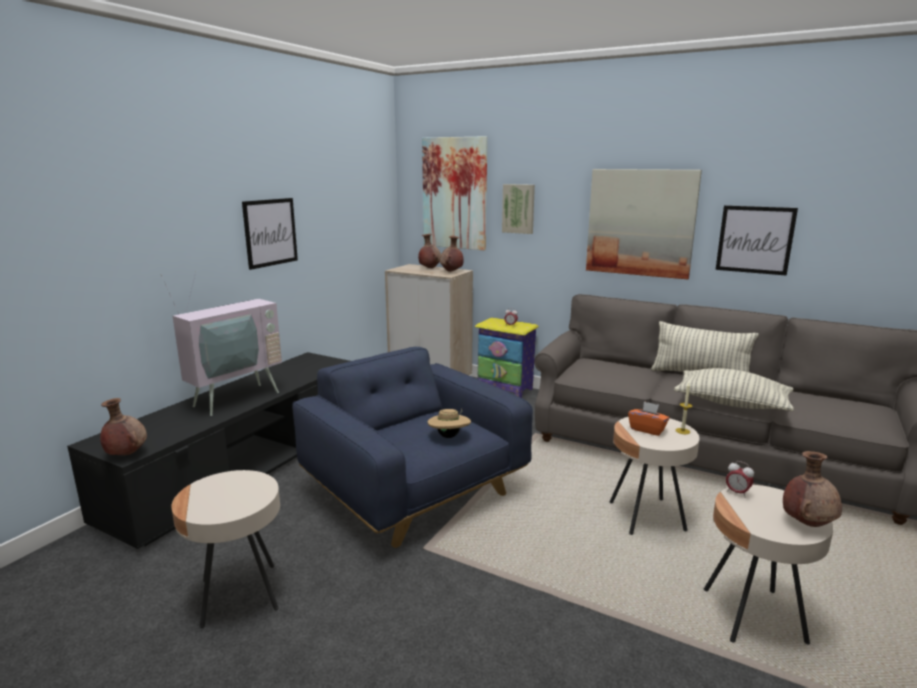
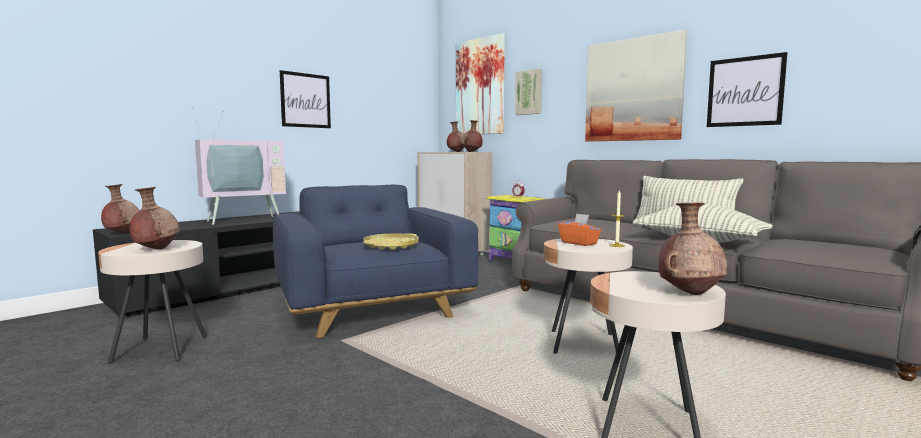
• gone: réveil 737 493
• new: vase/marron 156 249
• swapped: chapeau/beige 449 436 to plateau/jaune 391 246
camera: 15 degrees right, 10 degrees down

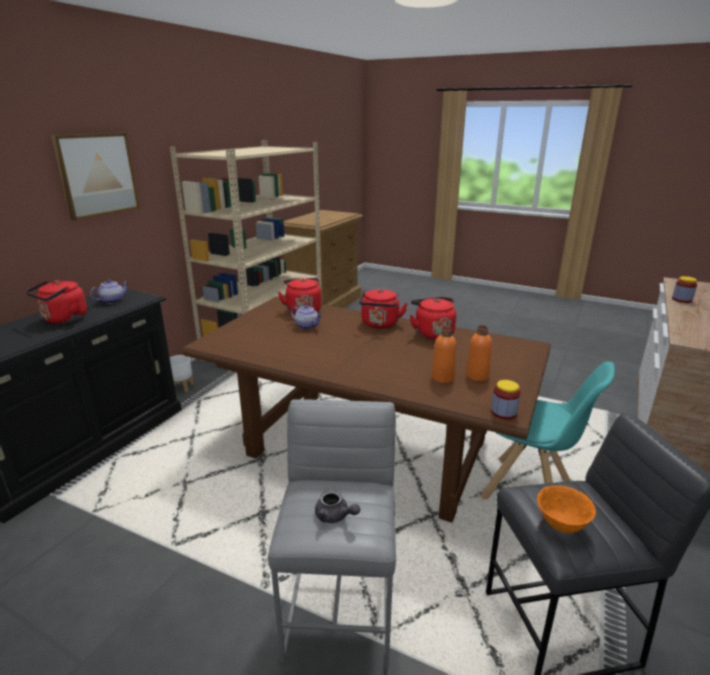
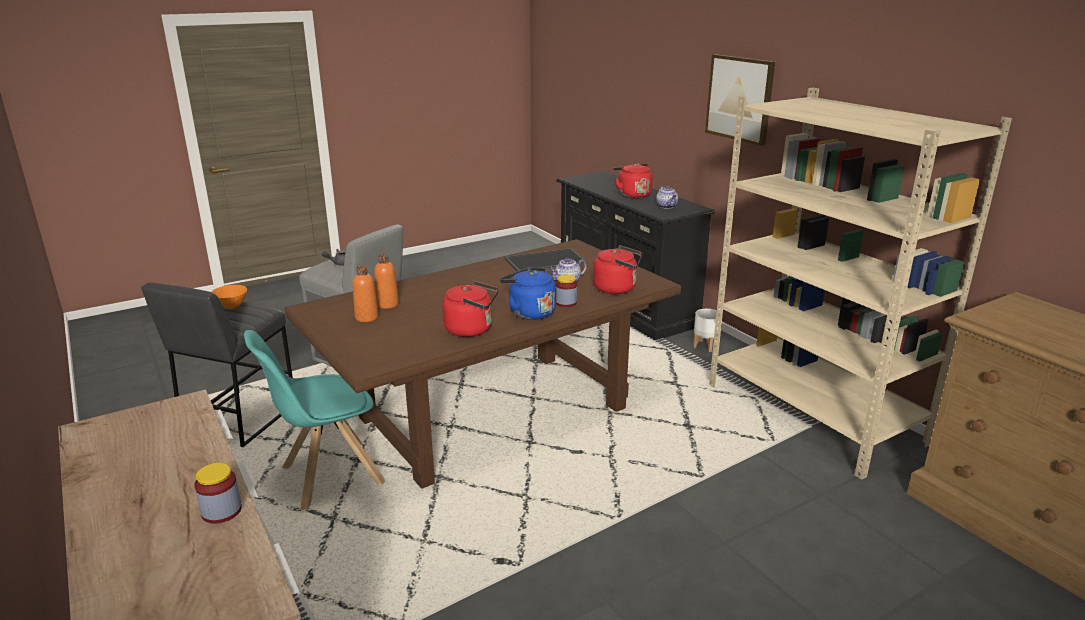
• new: plateau 545 262
• shifted: bocal 504 412 to 566 303
• repainted: bouilloire/rouge 380 324 to bouilloire/bleu 529 312
camera: 120 degrees right, 0 degrees up

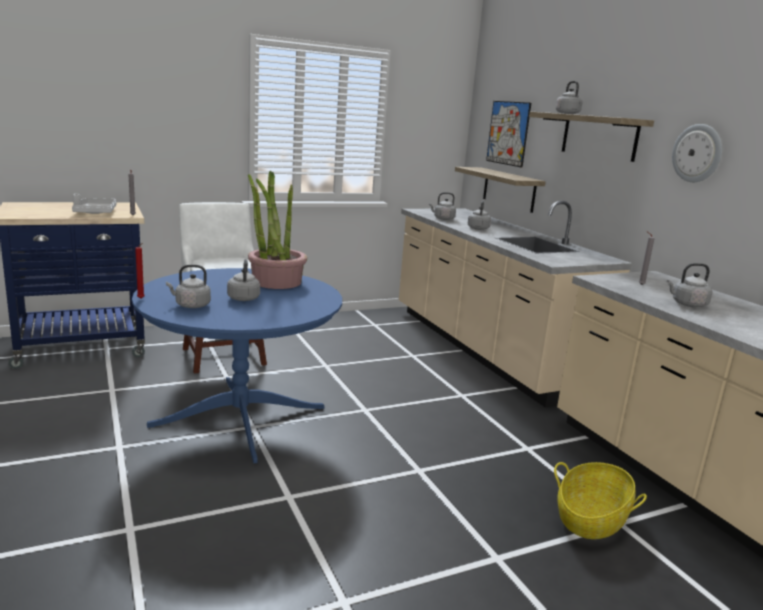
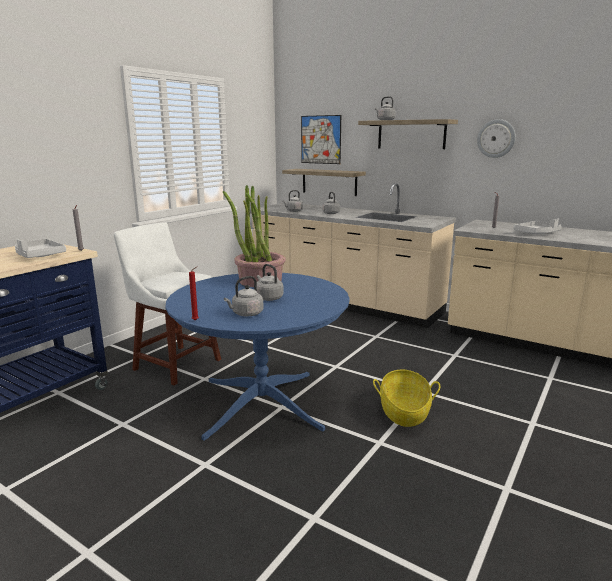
• shifted: panier 591 519 to 404 412
• swapped: bouilloire/gris 687 304 to plateau/gris 536 233
camera: 30 degrees left, 0 degrees up

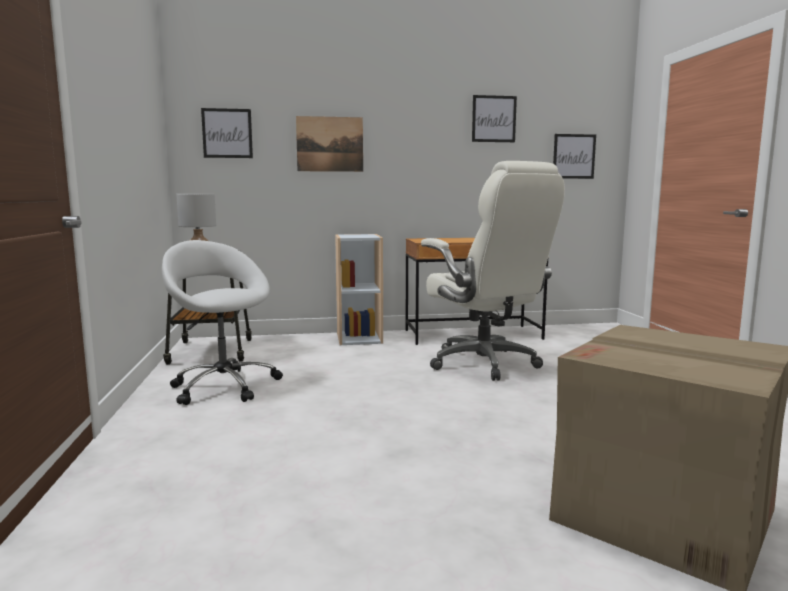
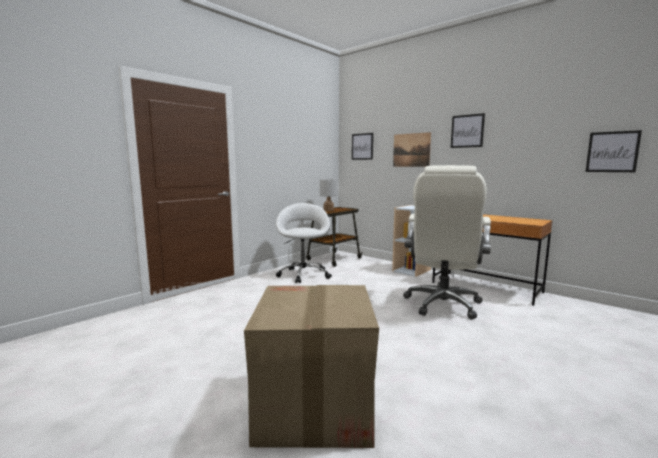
• shifted: tableau 493 119 to 467 131
camera: 50 degrees right, 0 degrees up

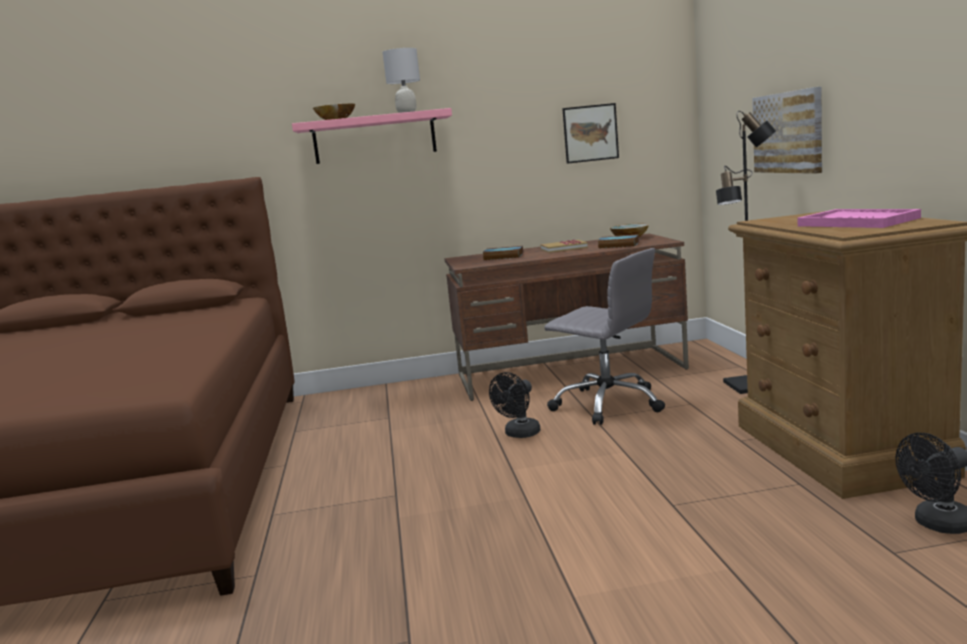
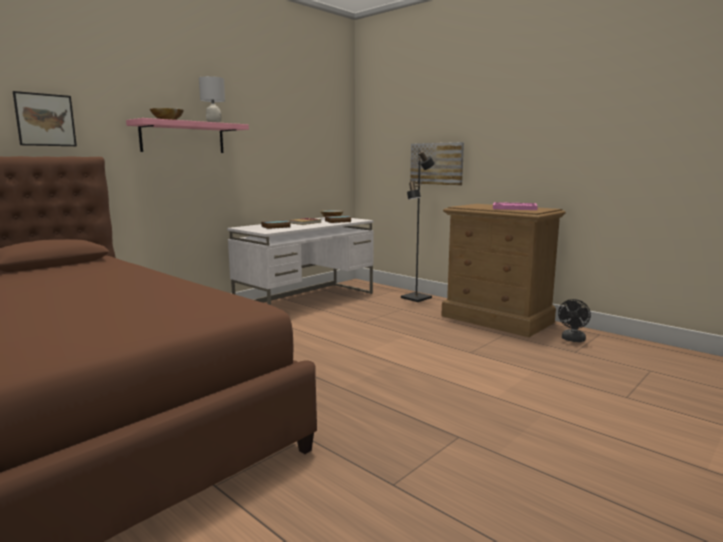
• gone: ventilateur/noir 519 434
• gone: chaise de bureau/gris 608 404
• shifted: tableau 590 133 to 45 120
• repainted: bureau/marron 570 372 to bureau/blanc 307 301
camera: 40 degrees left, 0 degrees up

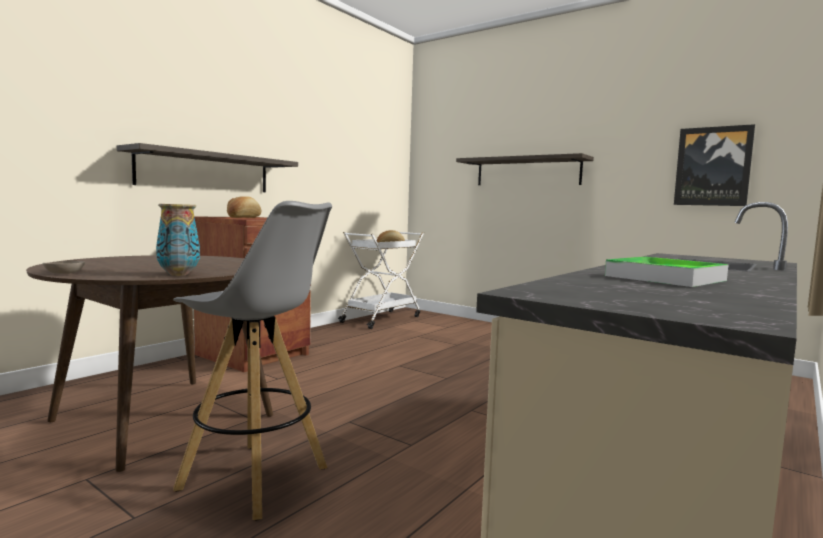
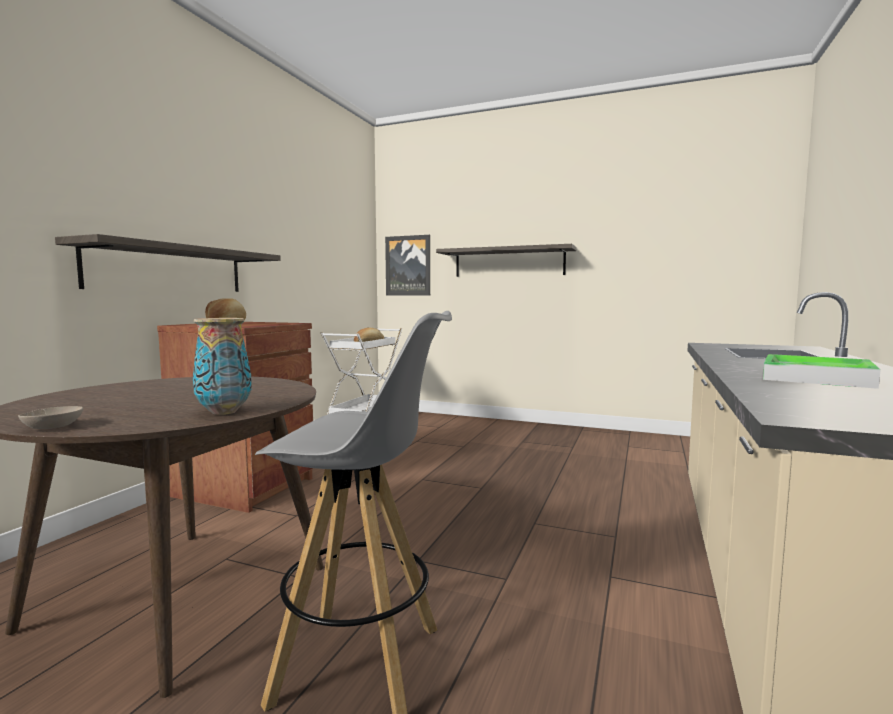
• shifted: tableau 712 166 to 408 266
camera: 15 degrees left, 0 degrees up

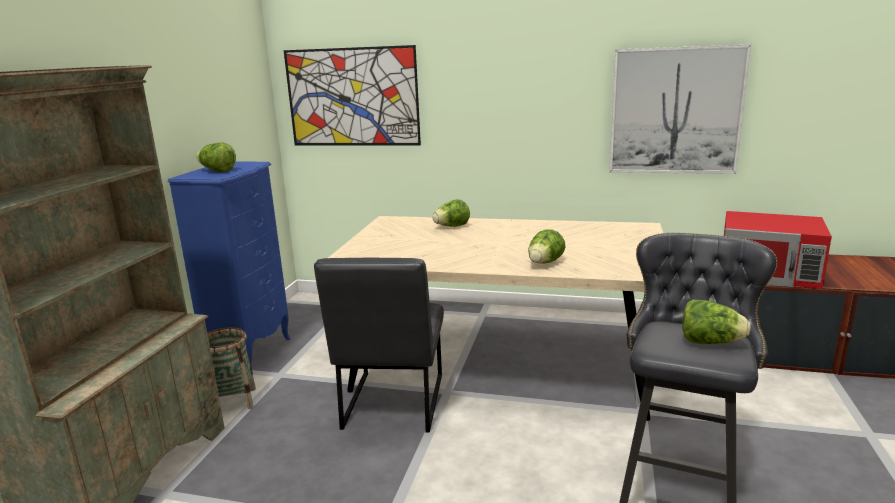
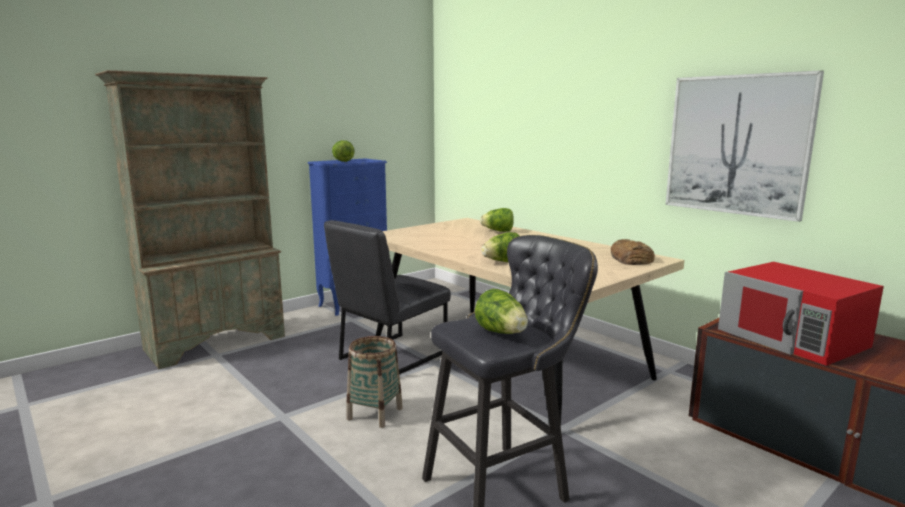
• gone: tableau 352 97
• new: pain 631 259
• shifted: panier 233 401 to 375 413
camera: 35 degrees right, 5 degrees down

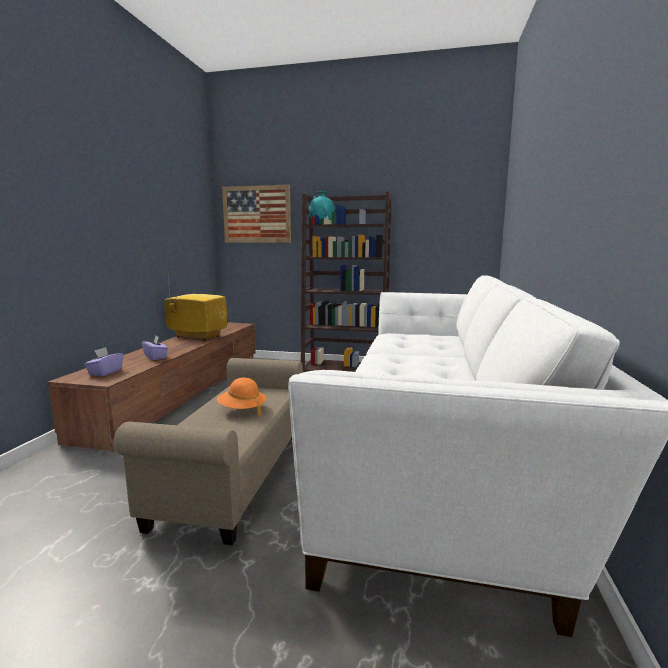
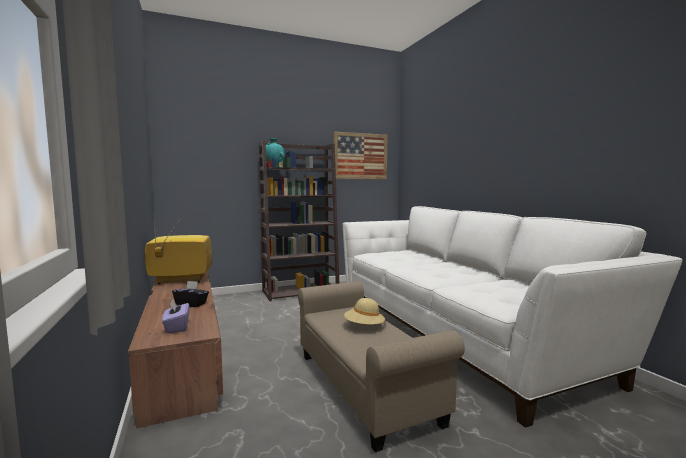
• shifted: tableau 256 214 to 360 156
• repainted: boîte à mouchoirs/violet 156 357 to boîte à mouchoirs/noir 191 304
• repainted: chapeau/orange 242 410 to chapeau/beige 364 326
camera: 35 degrees left, 5 degrees down

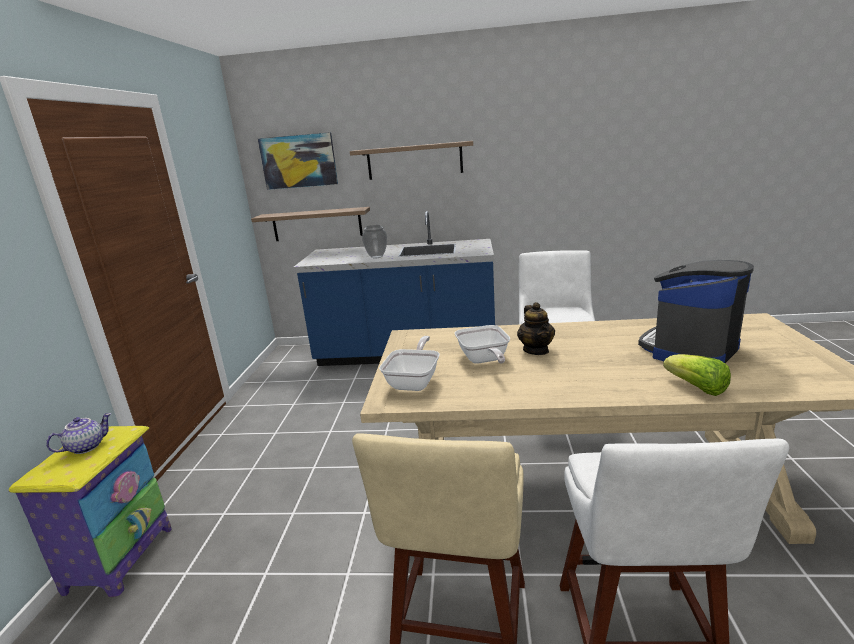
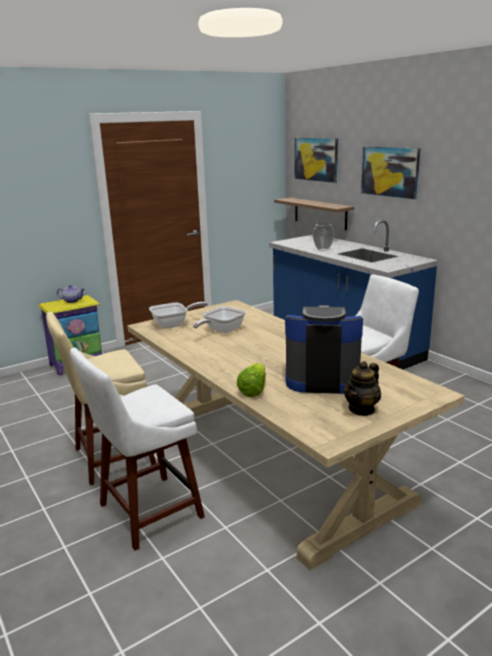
• shifted: théière 536 350 to 362 409
• swapped: étagère 414 161 to tableau 390 171
camera: 50 degrees right, 0 degrees up

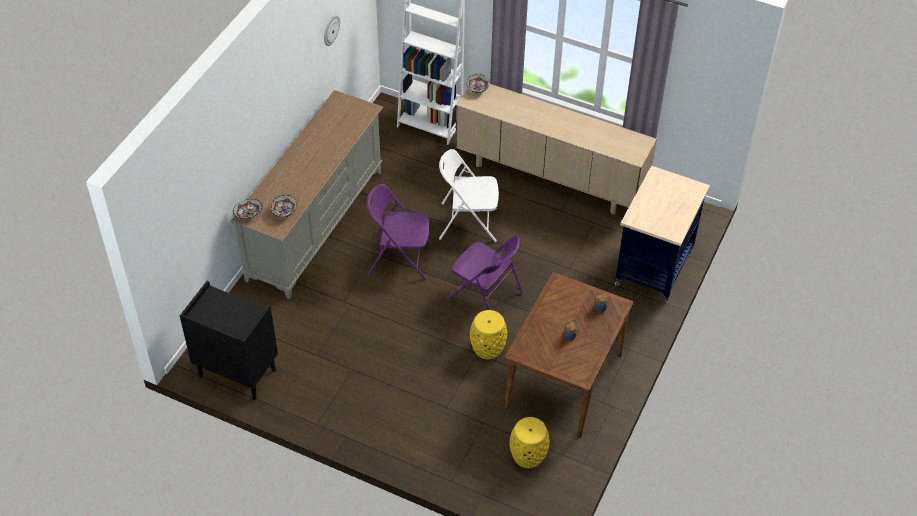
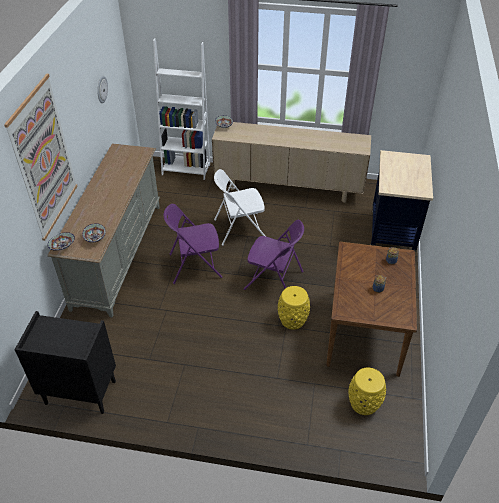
• new: tableau 44 159
camera: 15 degrees left, 5 degrees down

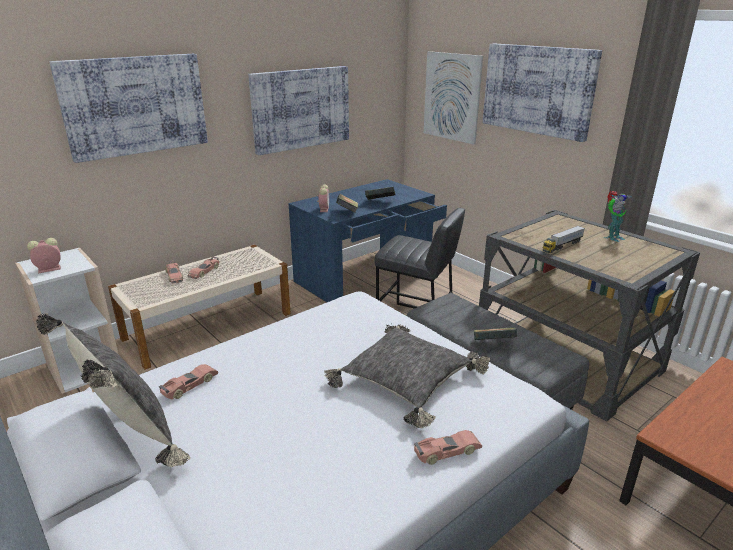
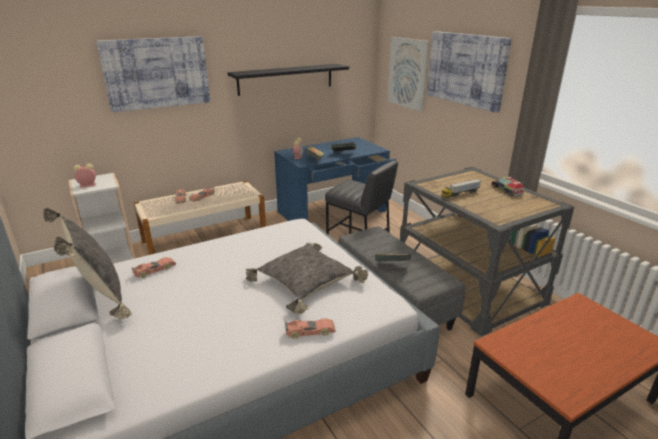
• swapped: tableau 300 108 to étagère/noir 286 79
• swapped: robot jouet 612 237 to camion jouet 506 190
camera: 10 degrees right, 0 degrees up

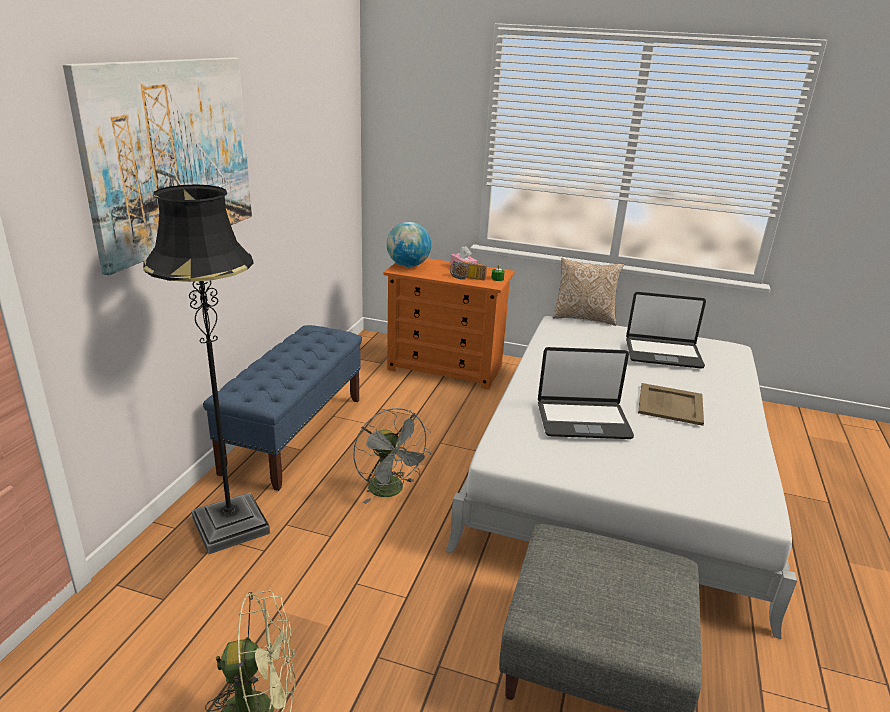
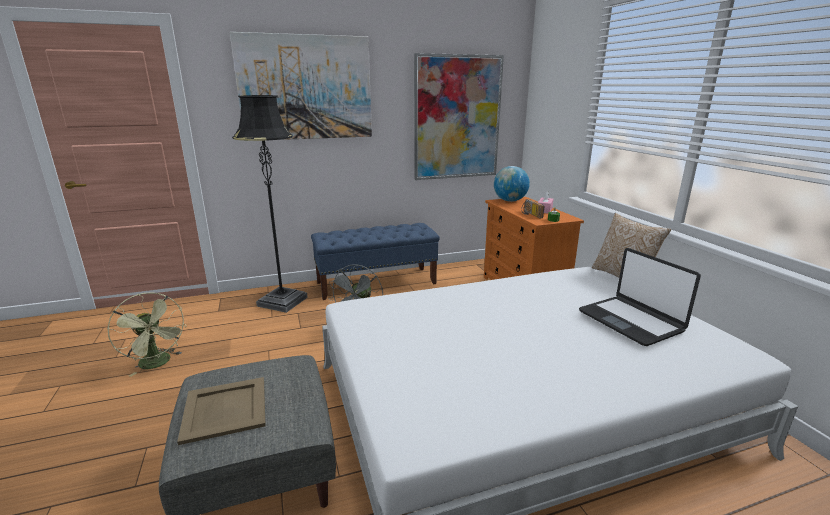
• gone: ordinateur portable 583 420
• new: tableau 457 118
• shifted: plateau/beige 670 404 to 226 408
camera: 55 degrees right, 5 degrees down

